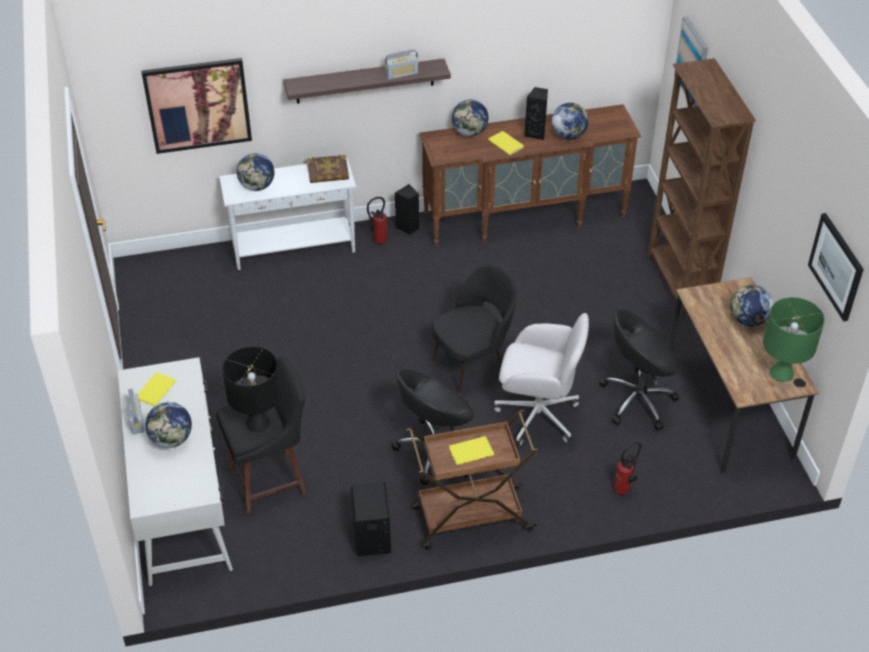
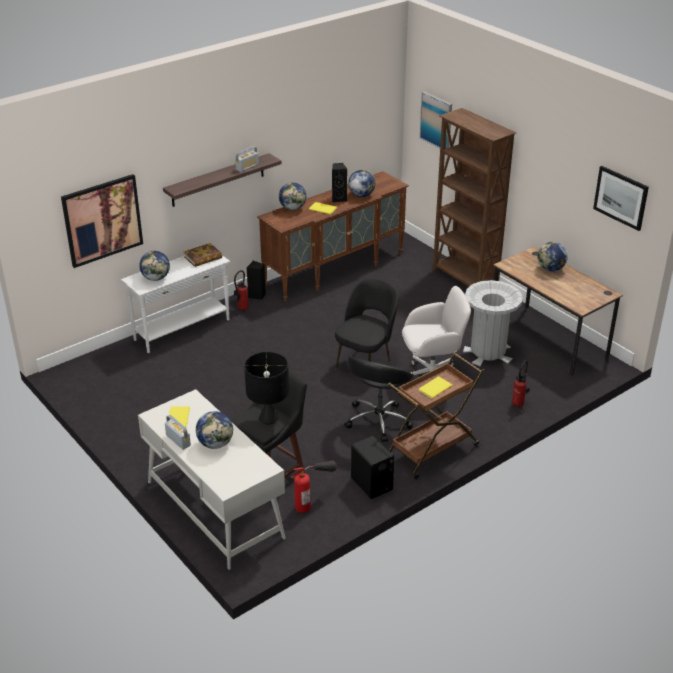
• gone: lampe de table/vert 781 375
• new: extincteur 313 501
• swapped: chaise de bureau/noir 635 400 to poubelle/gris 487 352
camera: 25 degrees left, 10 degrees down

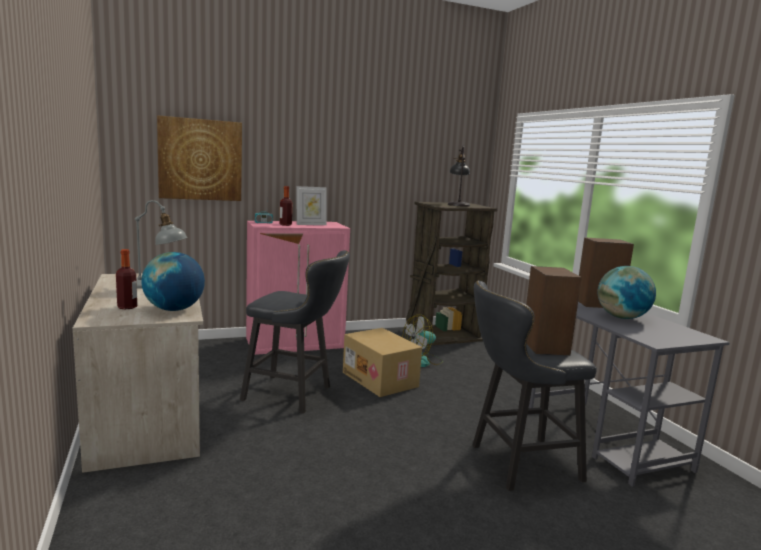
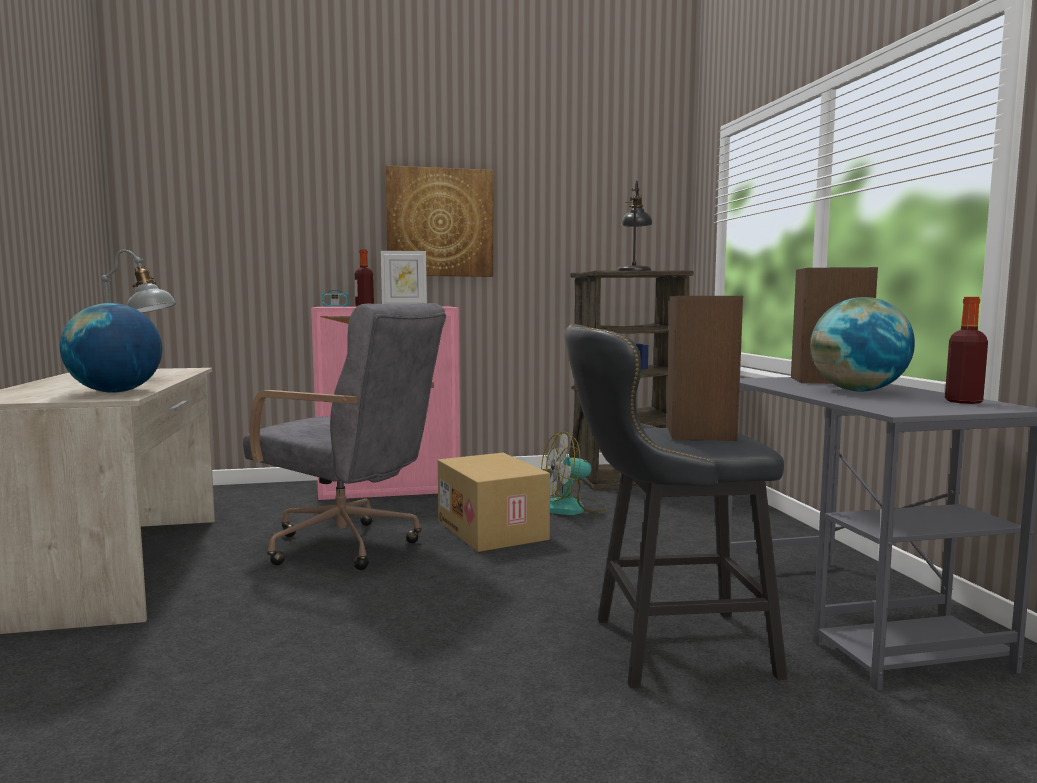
• shifted: bouteille 127 307 to 963 401
• shifted: tableau 200 159 to 440 222
• swapped: tabouret/gris 297 395 to chaise de bureau/gris 349 548
camera: 10 degrees right, 5 degrees down

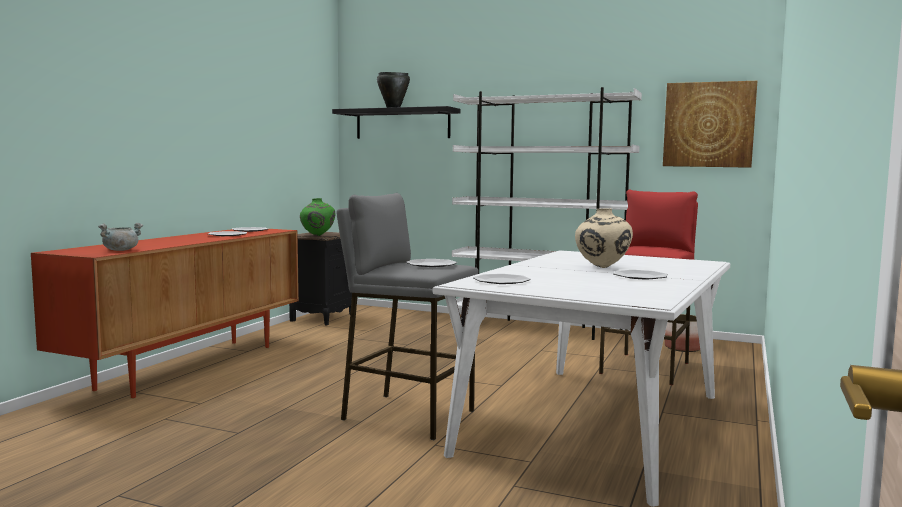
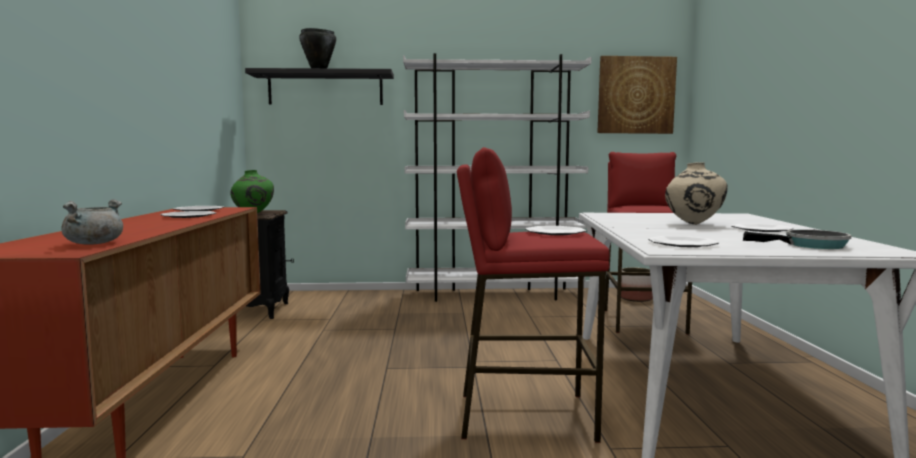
• new: poêle 811 245
• repainted: tabouret/gris 407 415 to tabouret/rouge 524 415
camera: 25 degrees left, 0 degrees up

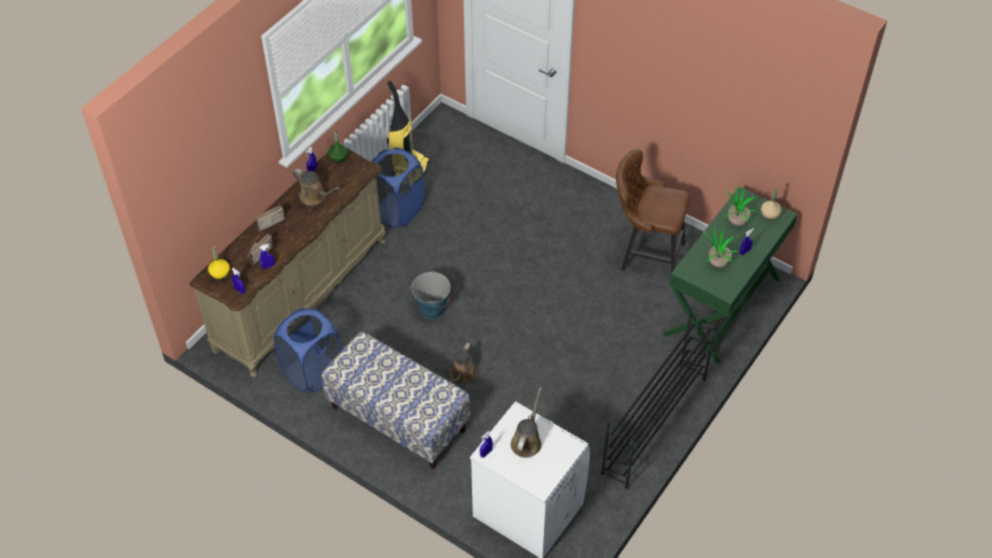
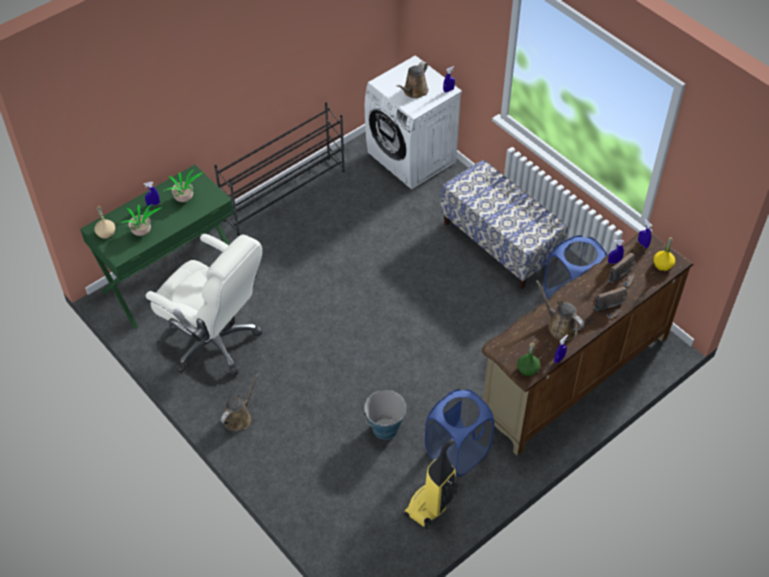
• shifted: seau 432 309 to 385 428
• shifted: arrosoir/marron 462 375 to 239 417
• swapped: tabouret/marron 644 254 to chaise de bureau/blanc 215 343
camera: 165 degrees left, 0 degrees up

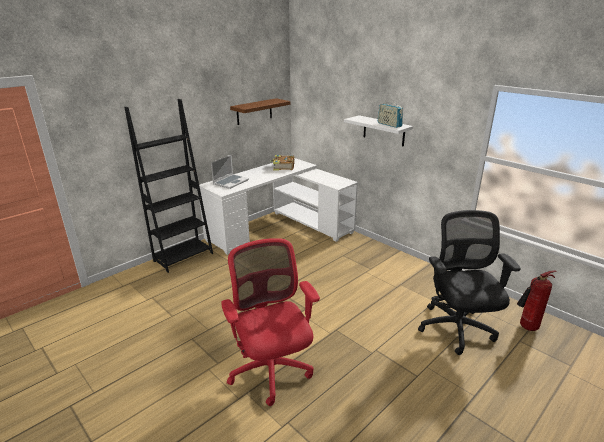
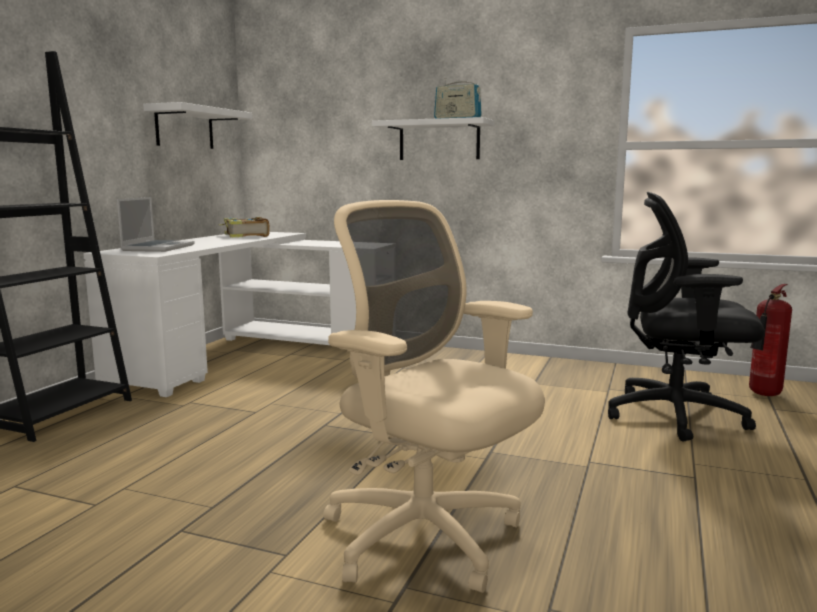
• repainted: chaise de bureau/rouge 273 373 to chaise de bureau/beige 434 539
• repainted: étagère/marron 254 111 to étagère/blanc 184 128
• rotated: chaise de bureau/noir 459 331 = 684 415 45 degrees counterclockwise
camera: 25 degrees left, 15 degrees down

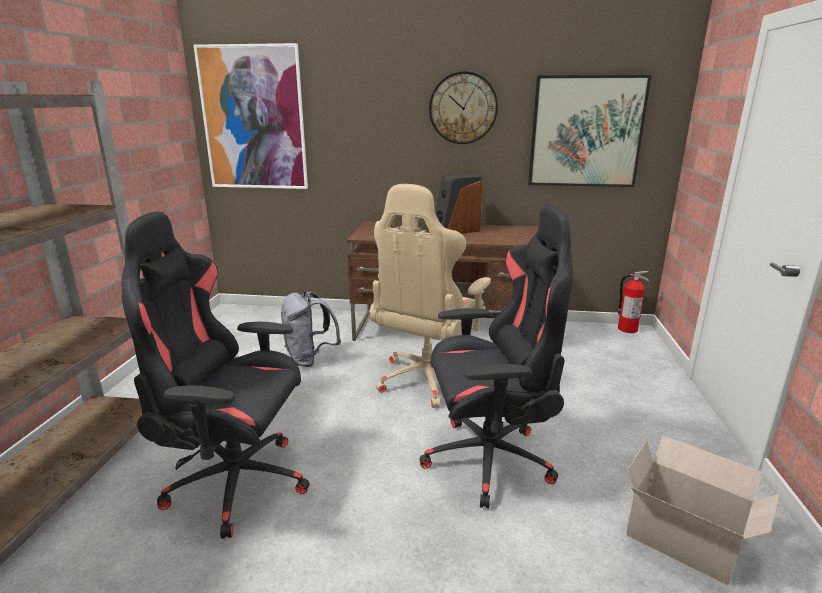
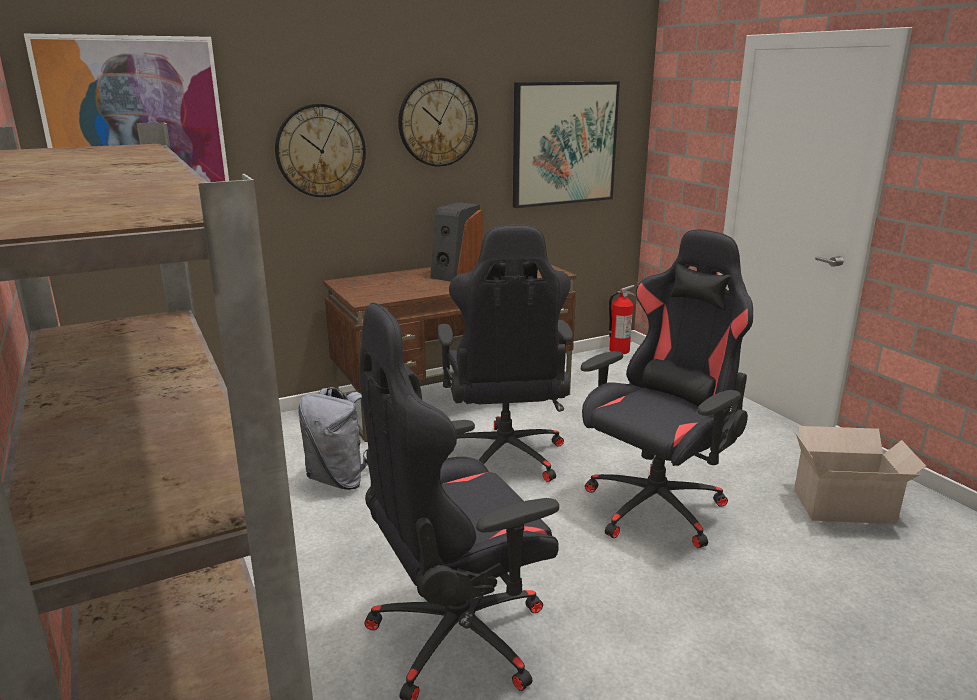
• new: horloge murale 320 151
• repainted: chaise de bureau/beige 427 379 to chaise de bureau/noir 504 456
camera: 35 degrees left, 0 degrees up

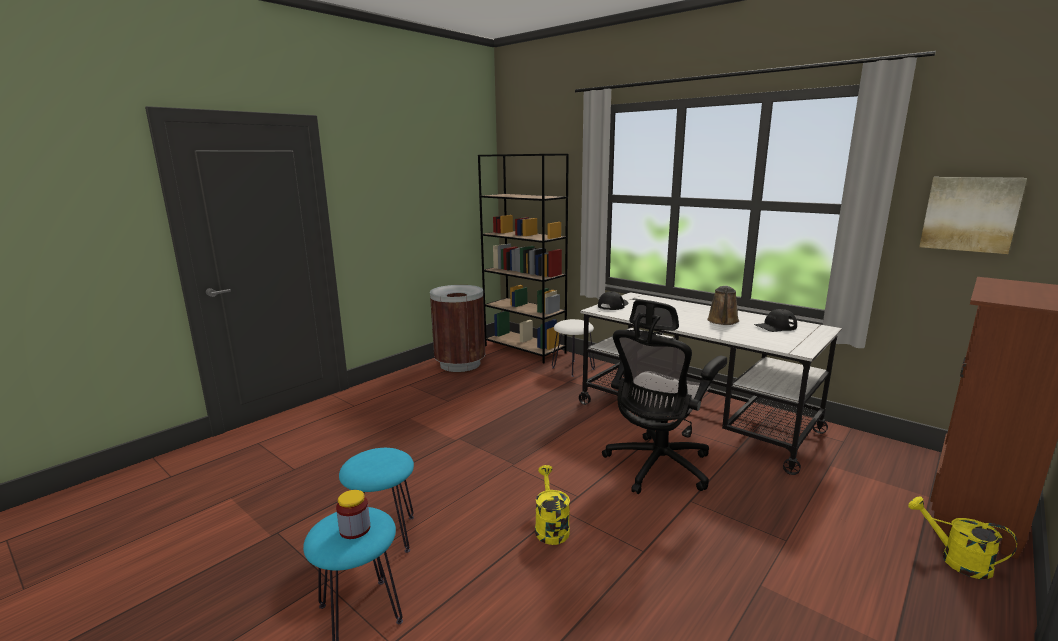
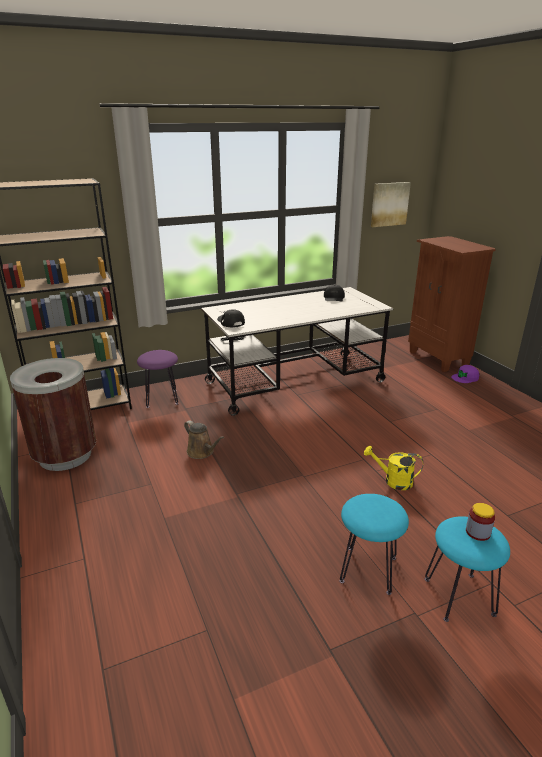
• gone: chaise de bureau 658 467
• shifted: arrosoir/marron 723 321 to 202 452
• swapped: arrosoir/jaune 956 560 to casquette/violet 465 378
• repainted: tabouret/blanc 573 368 to tabouret/violet 161 398
camera: 65 degrees left, 10 degrees up

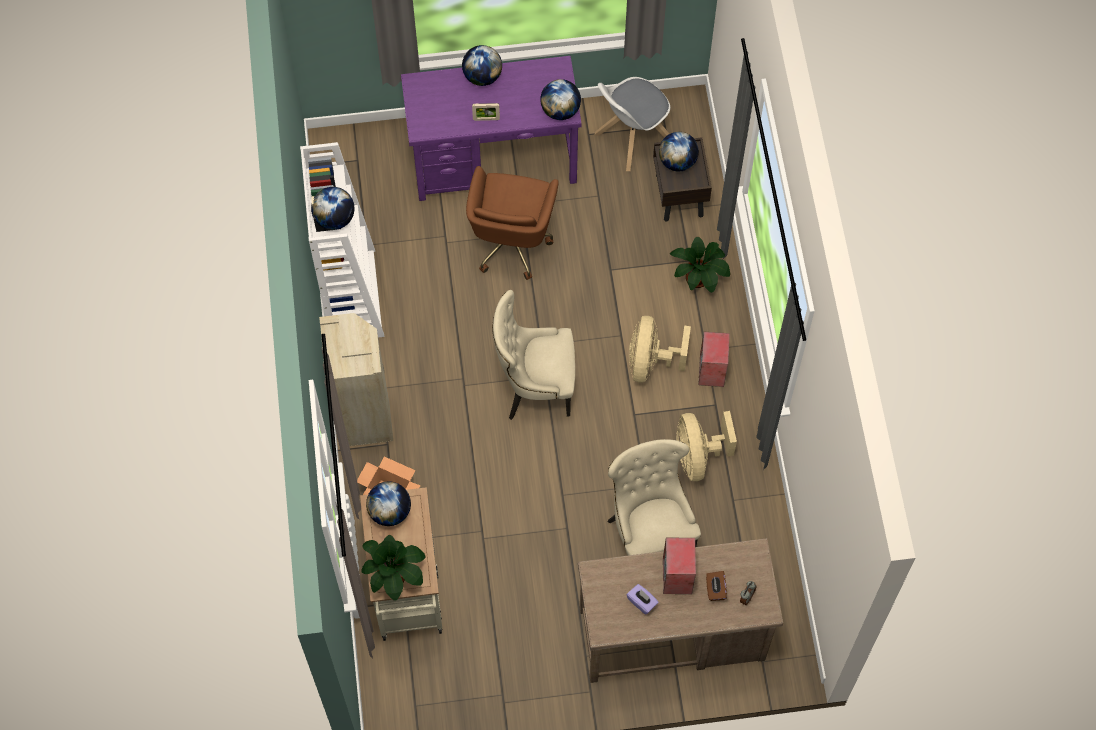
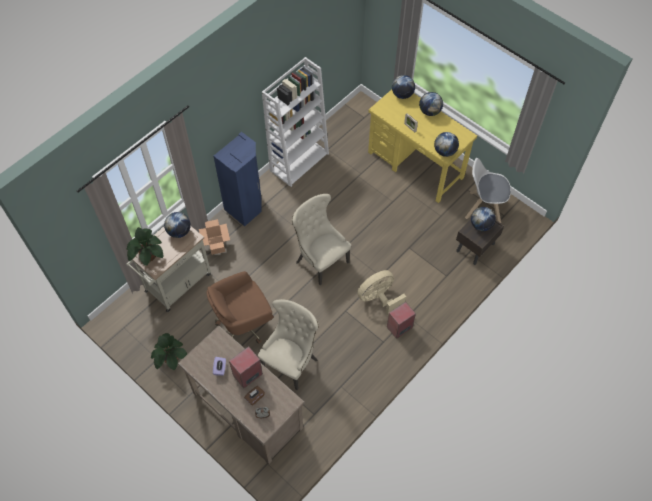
• gone: ventilateur/beige 698 456
• shifted: globe 335 218 to 402 94
• shifted: chaise de bureau/marron 512 243 to 244 325
• shifted: plante en pot 699 278 to 171 359
• repainted: meuble de rangement/beige 362 415 to meuble de rangement/bleu 246 206
• repainted: bureau/violet 494 160 to bureau/jaune 416 164
camera: 50 degrees right, 5 degrees down

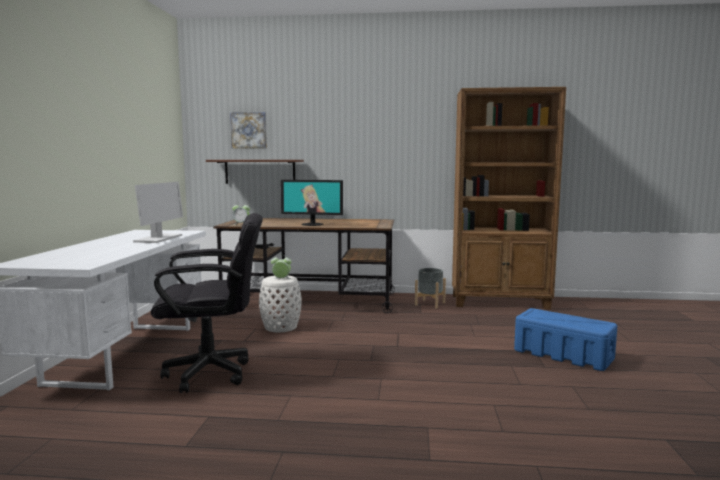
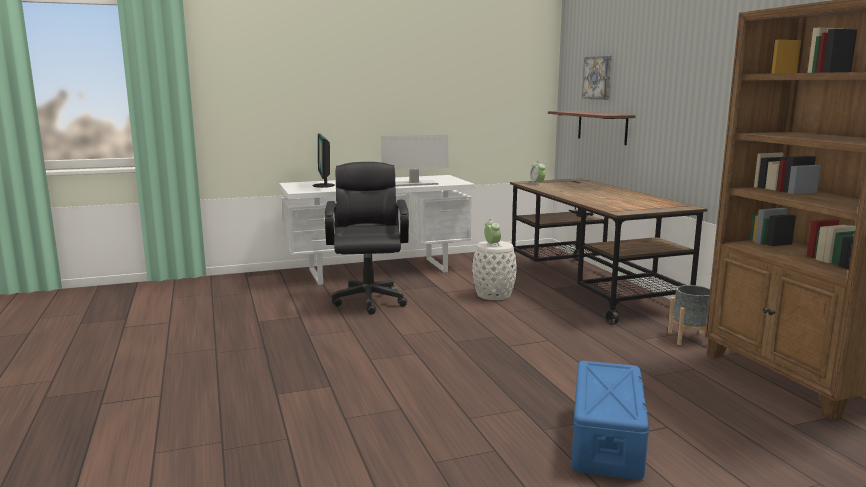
• shifted: écran d'ordinateur 312 224 to 324 185
• rotated: chaise de bureau/noir 213 373 = 369 300 150 degrees counterclockwise
camera: 65 degrees right, 5 degrees up

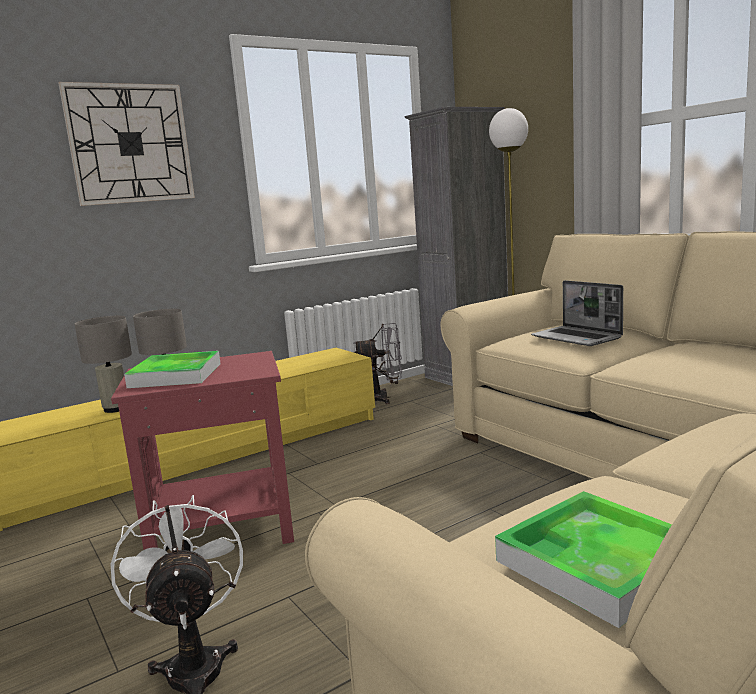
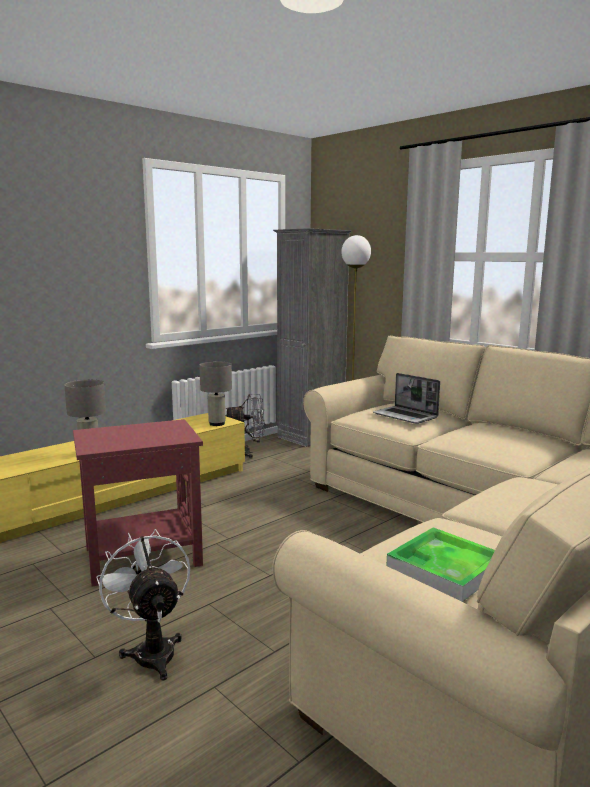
• gone: horloge murale 130 144
• gone: plateau 176 375
• shifted: lampe de table/gris 116 408 to 217 423
camera: 10 degrees left, 0 degrees up

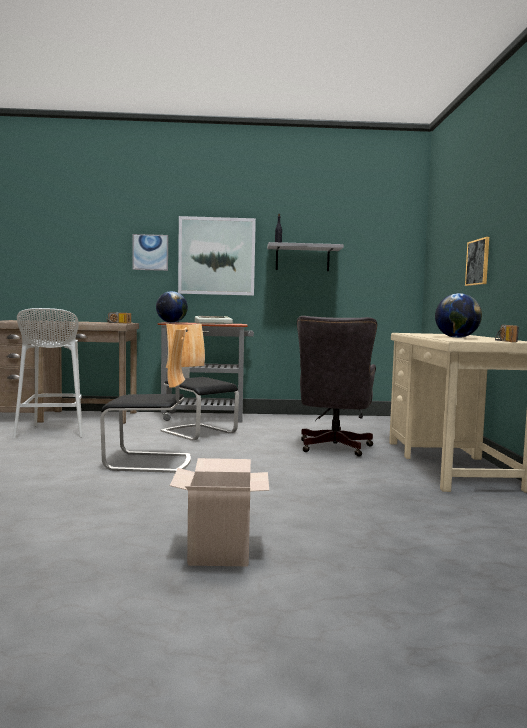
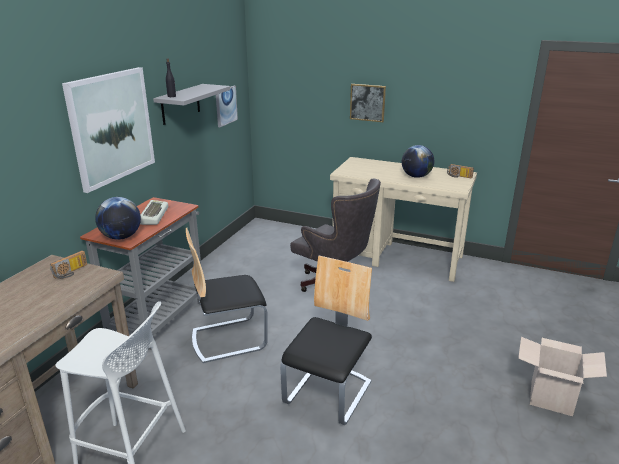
• shifted: tableau 150 252 to 225 106
camera: 65 degrees left, 20 degrees up

